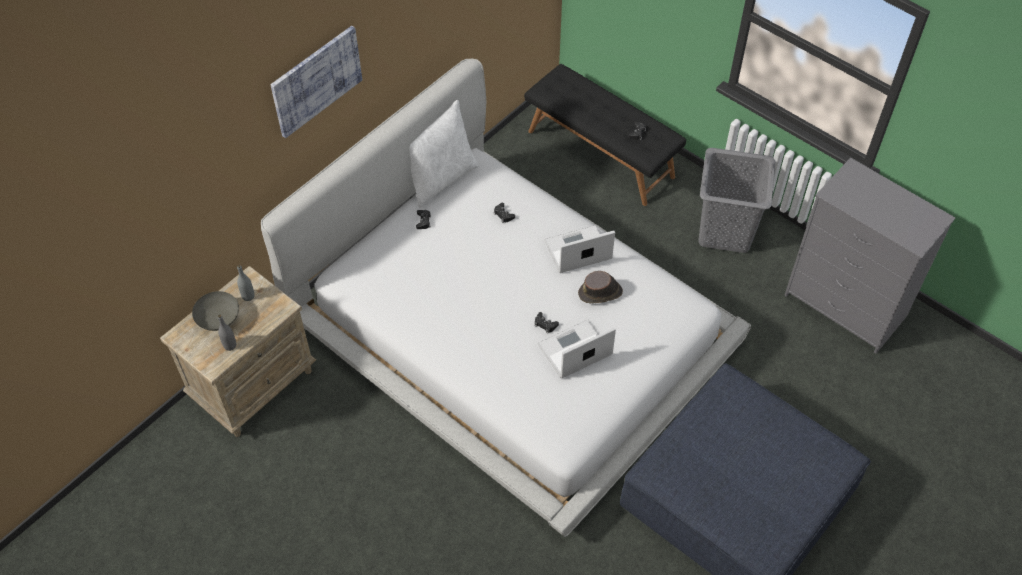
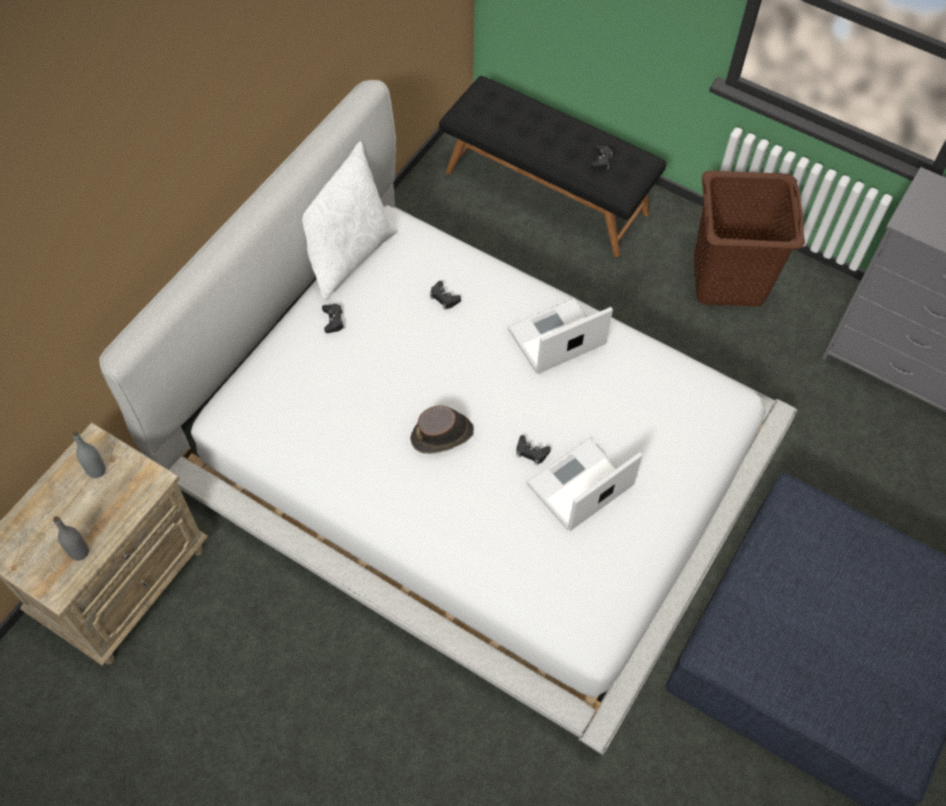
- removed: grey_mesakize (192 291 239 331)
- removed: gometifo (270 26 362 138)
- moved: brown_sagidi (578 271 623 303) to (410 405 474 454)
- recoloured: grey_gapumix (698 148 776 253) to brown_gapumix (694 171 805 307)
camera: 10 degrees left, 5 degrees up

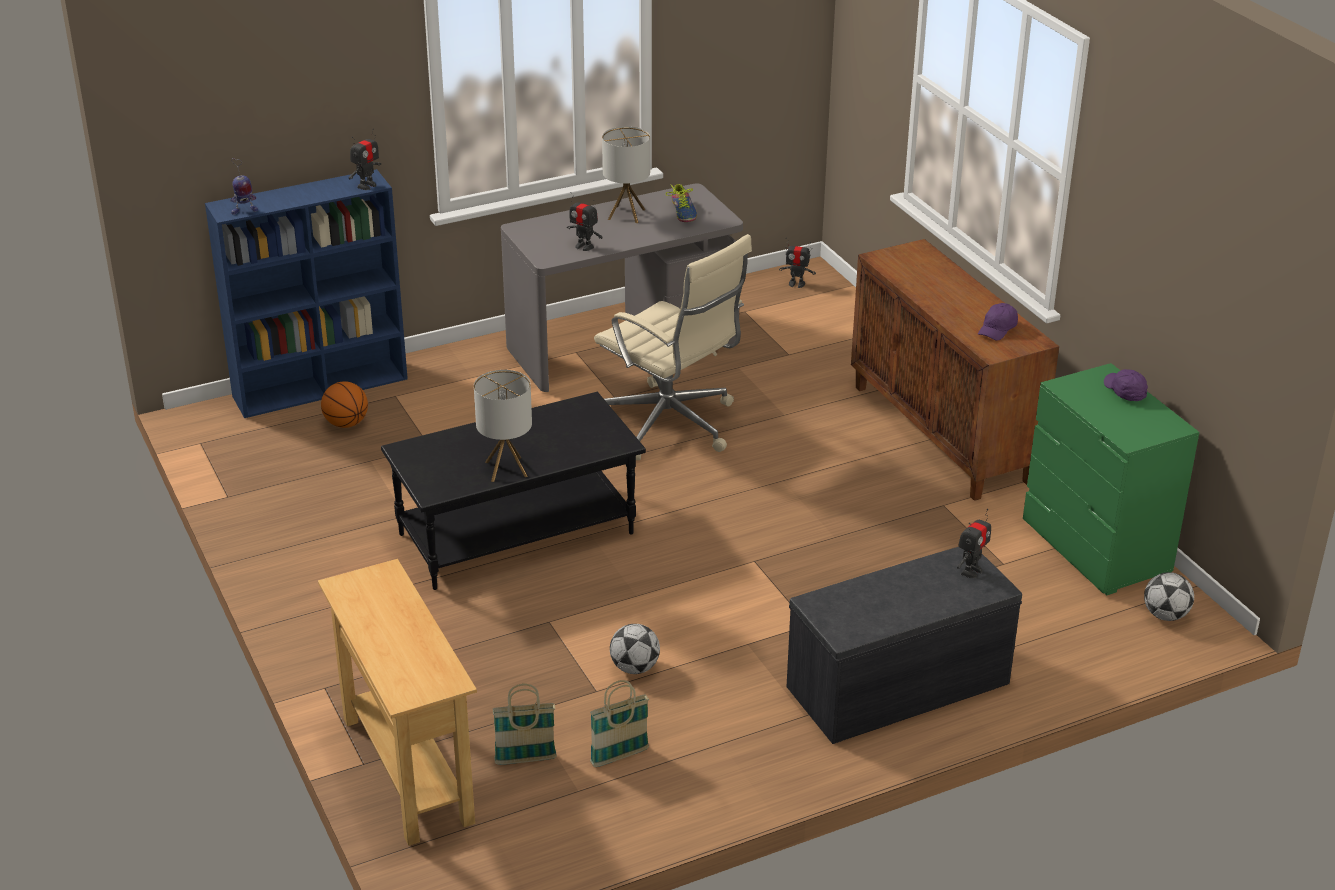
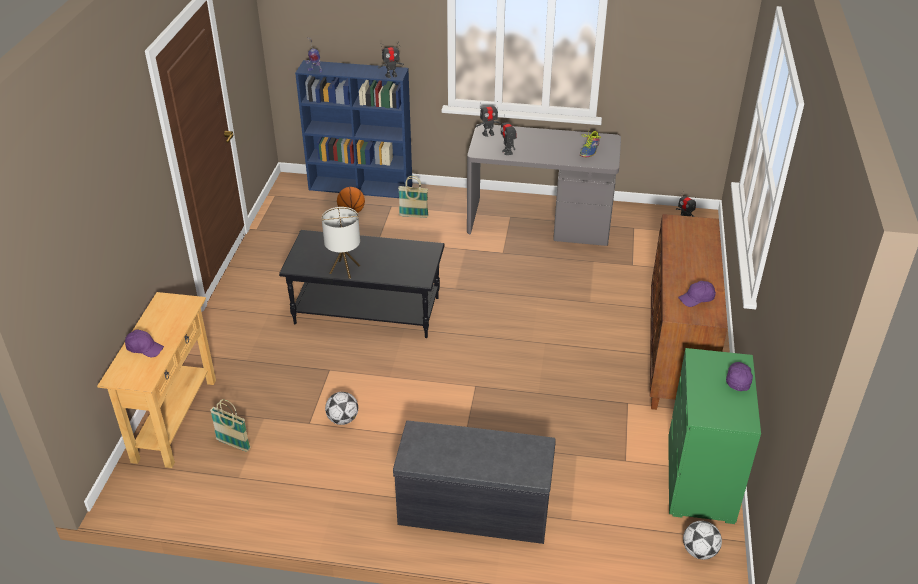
- moved: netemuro (590 680 649 767) to (398 176 429 218)
- removed: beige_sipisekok (594 234 752 460)
- removed: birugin (602 126 650 223)
- moved: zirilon (957 509 991 578) to (475 101 501 137)
- added: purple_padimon (125 329 164 357)
camera: 35 degrees right, 5 degrees up

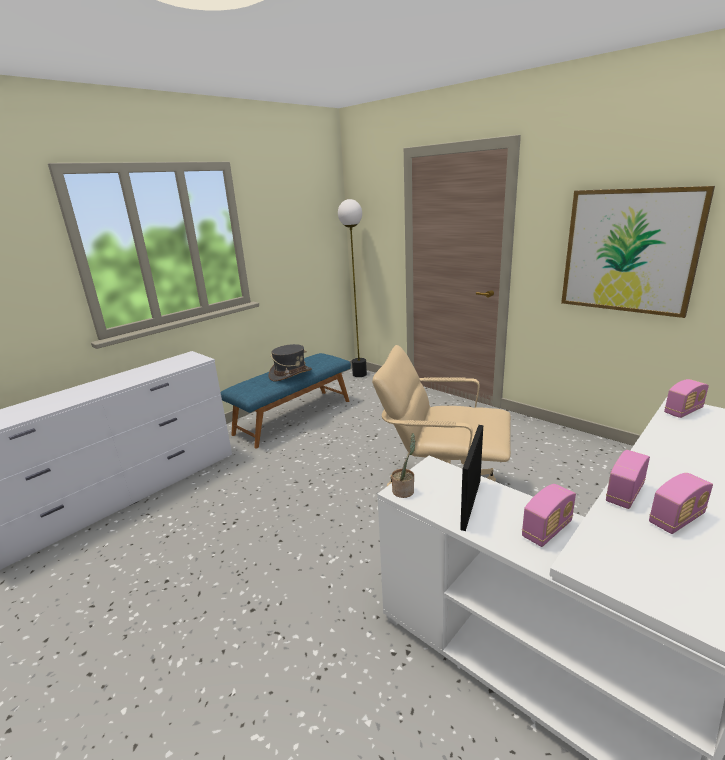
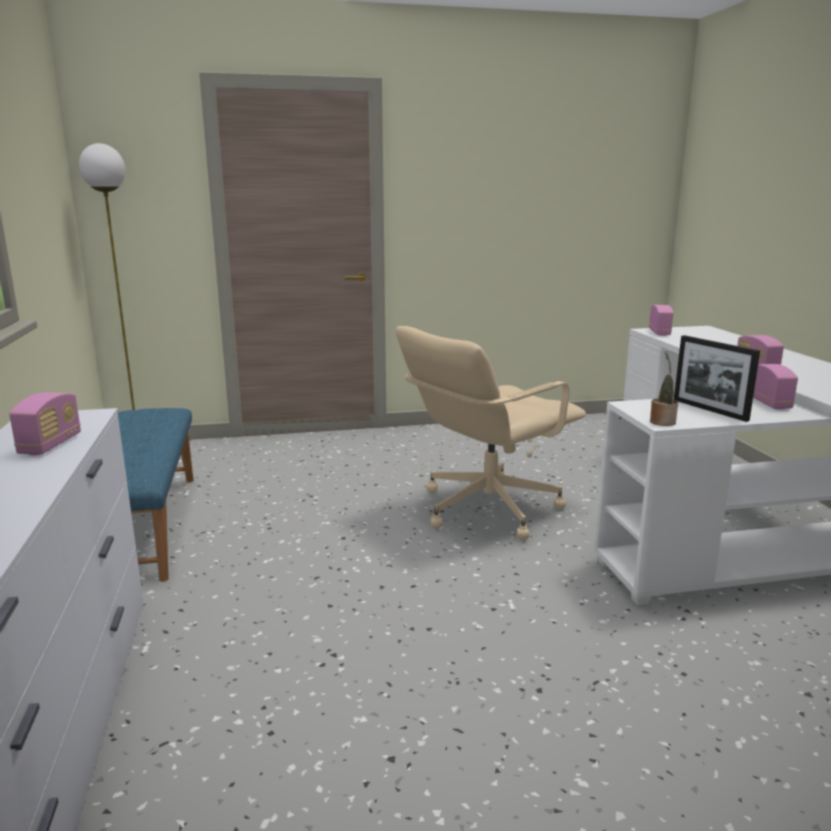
- removed: grey_sagidi (268 344 312 382)
- removed: gometifo (561 186 715 318)
- moved: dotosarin (649 473 713 534) to (9 392 81 455)
camera: 55 degrees left, 5 degrees down

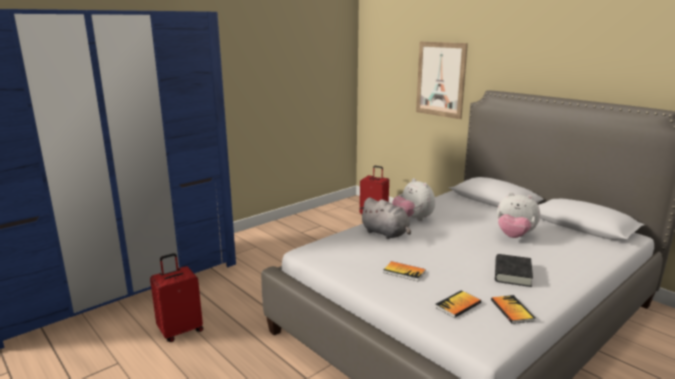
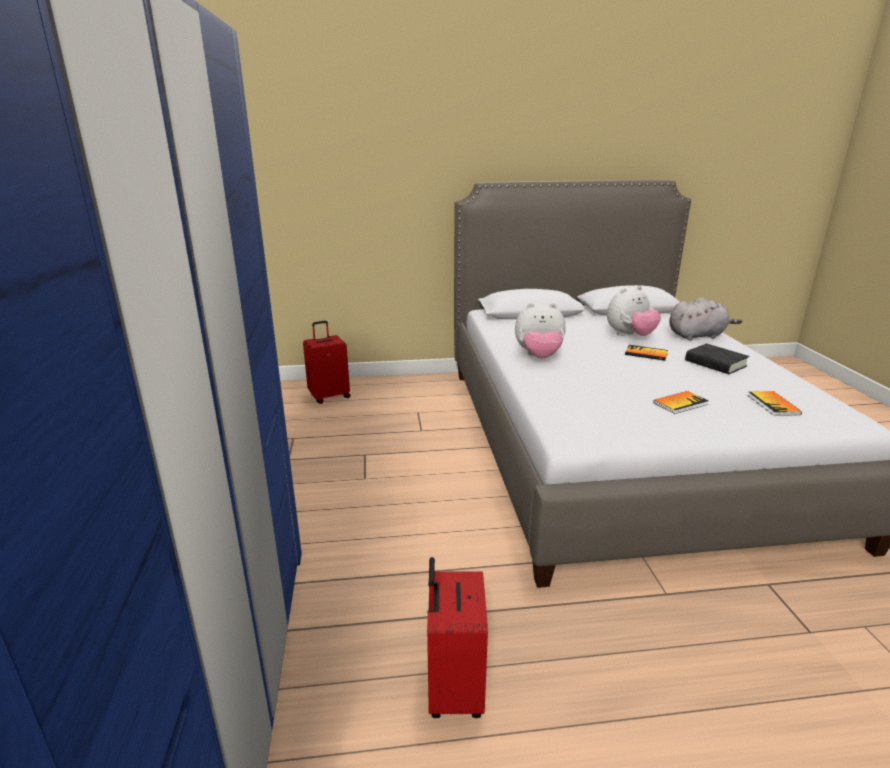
- moved: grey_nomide (359 198 411 239) to (669 298 742 341)
- removed: gometifo (416 42 468 119)
- moved: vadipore (491 295 536 324) to (625 345 668 361)
camera: 55 degrees left, 5 degrees up

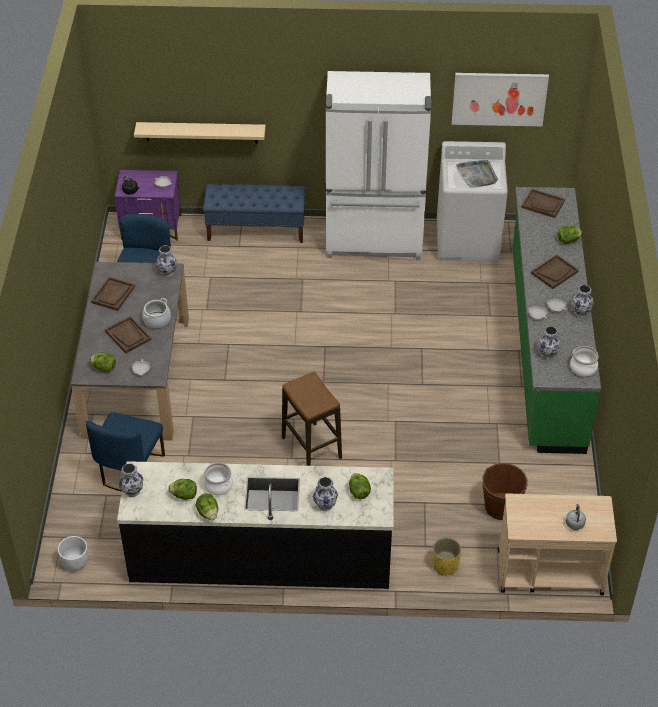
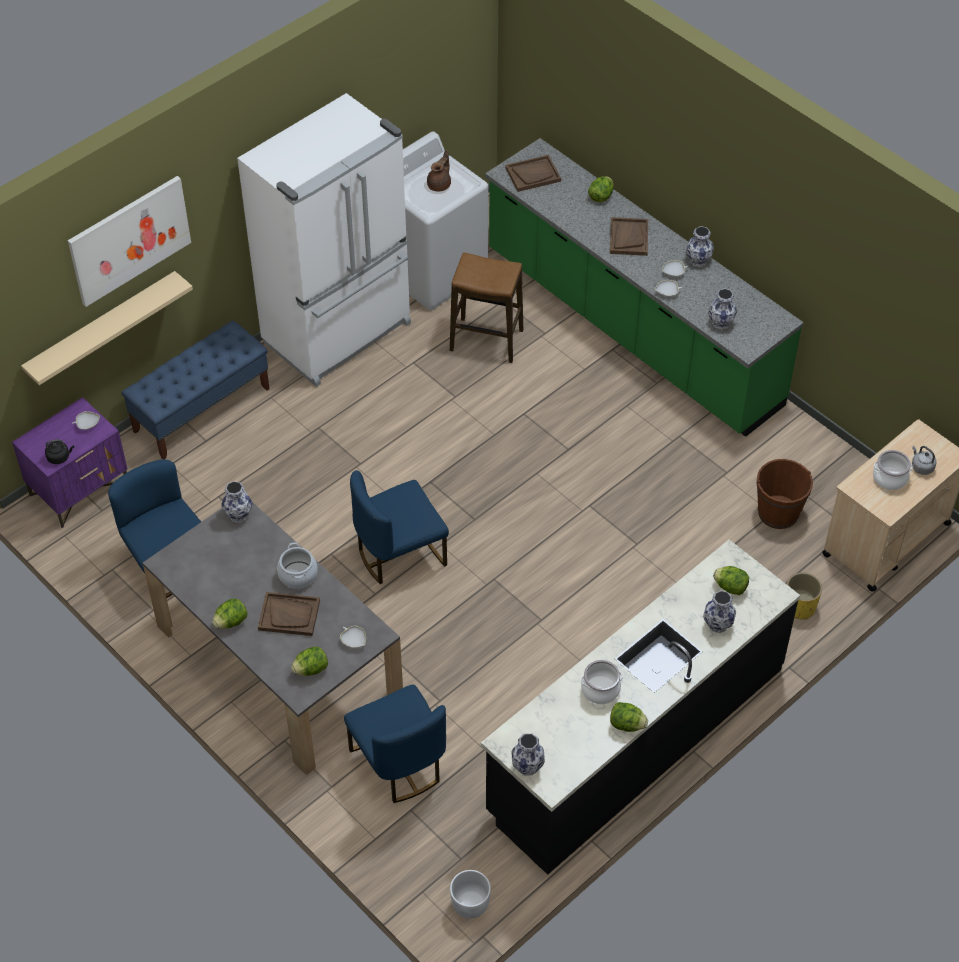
- removed: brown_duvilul (91 277 135 311)
- moved: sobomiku (168 479 197 500) to (212 599 247 629)
- moved: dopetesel (282 372 342 466) to (450 252 523 363)
- moved: gometifo (452 73 549 126) to (68 176 191 307)
- replaced: grey_duvilul (456 160 498 188) to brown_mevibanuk (427 150 451 192)
- moved: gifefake (570 346 599 377) to (873 450 913 490)
- added: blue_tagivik (350 470 449 584)
camera: 45 degrees left, 5 degrees up

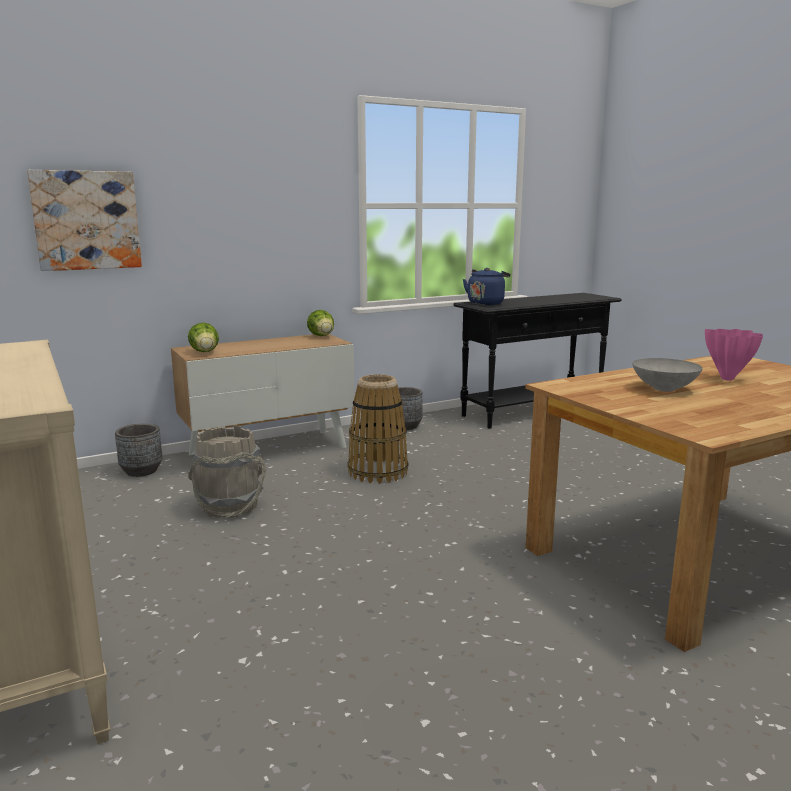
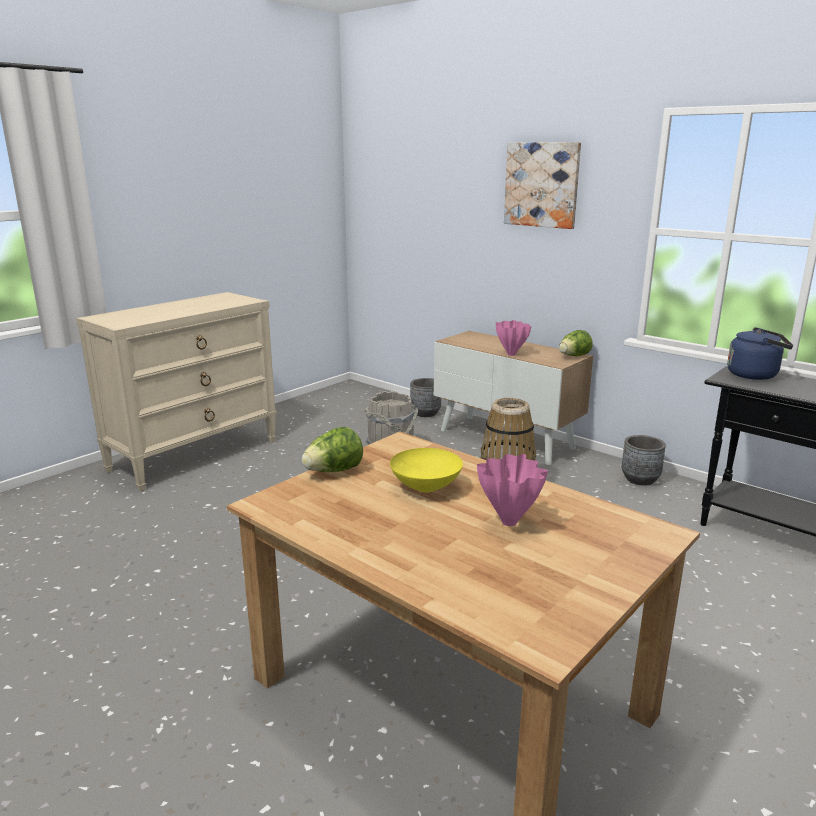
- moved: gometifo (27 170 142 271) to (504 142 581 229)
- moved: sobomiku (188 322 219 352) to (302 427 363 472)
- recoloured: grey_mesakize (632 358 703 392) to yellow_mesakize (390 448 463 492)
- added: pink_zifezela (496 320 531 356)
camera: 70 degrees right, 5 degrees up

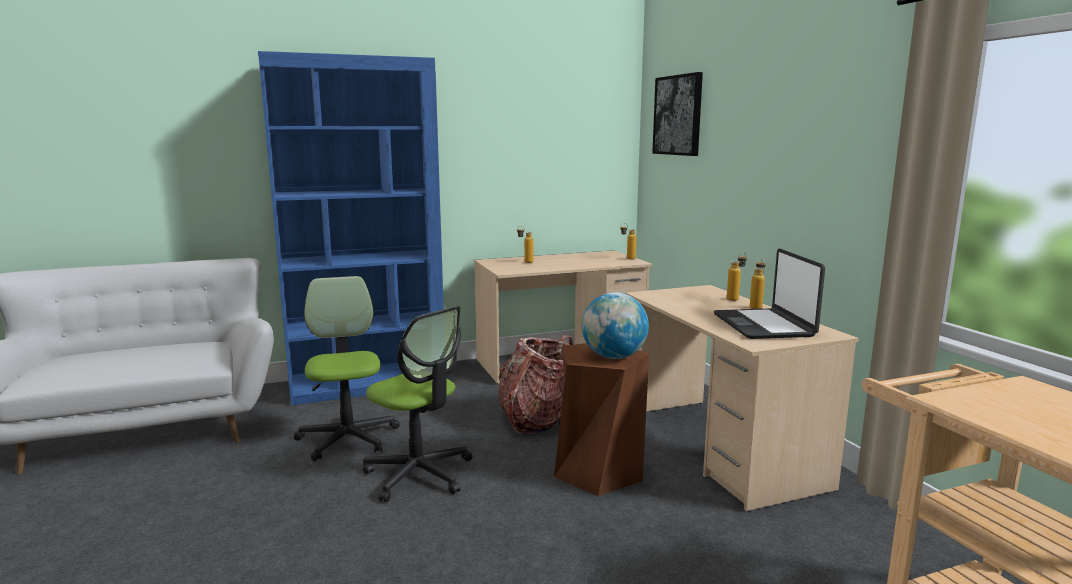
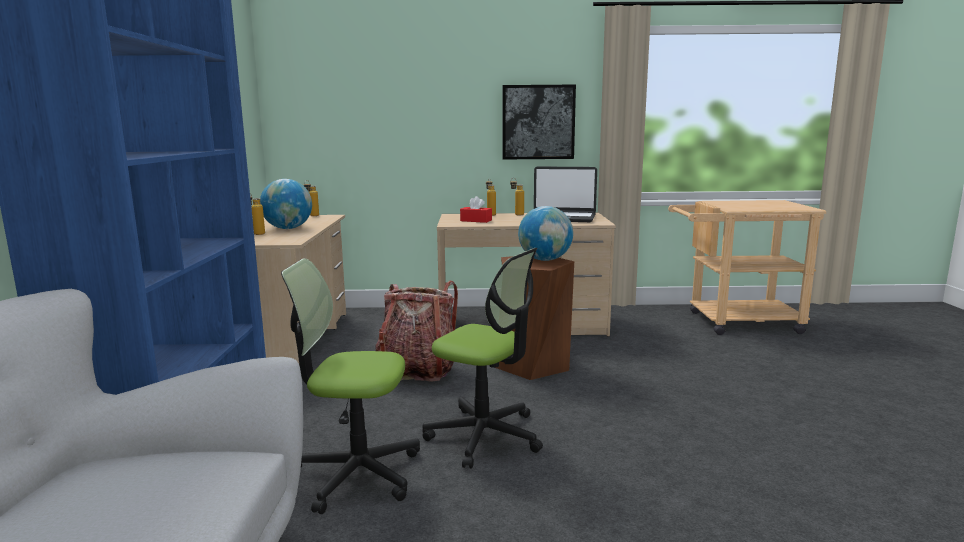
- turned: sipisekok (363 306 472 502) = (422 248 543 469) 60 degrees clockwise
- moved: gometifo (652 72 703 156) to (503 85 576 159)
- added: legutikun (260 179 312 229)
- added: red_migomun (460 196 492 223)
camera: 70 degrees left, 0 degrees up

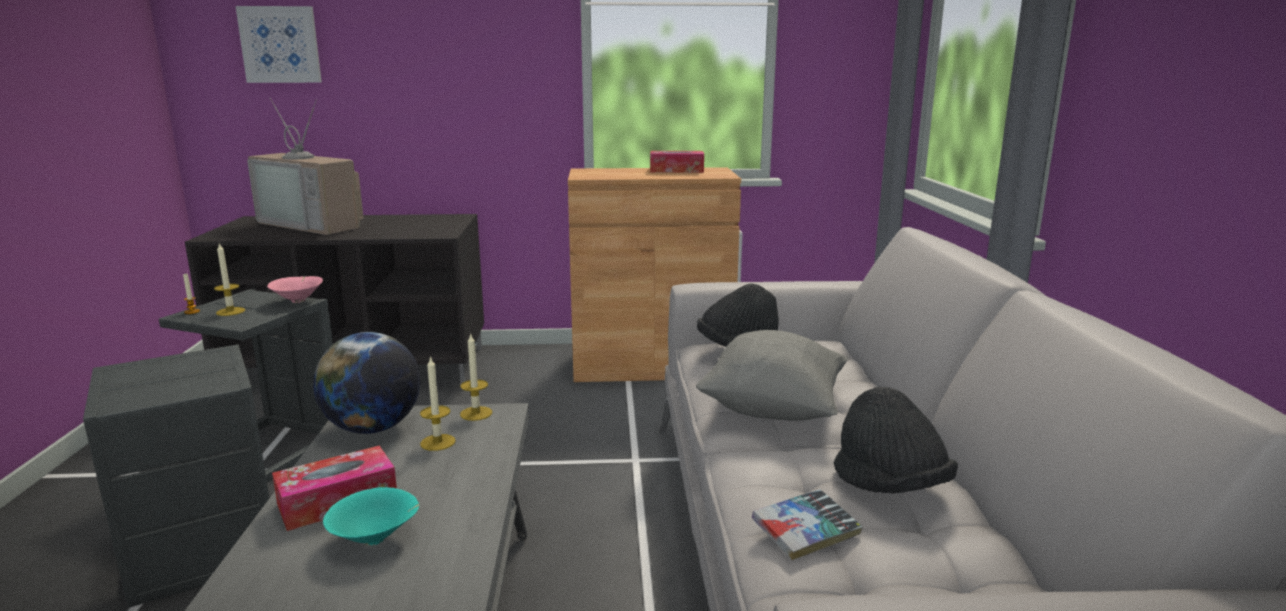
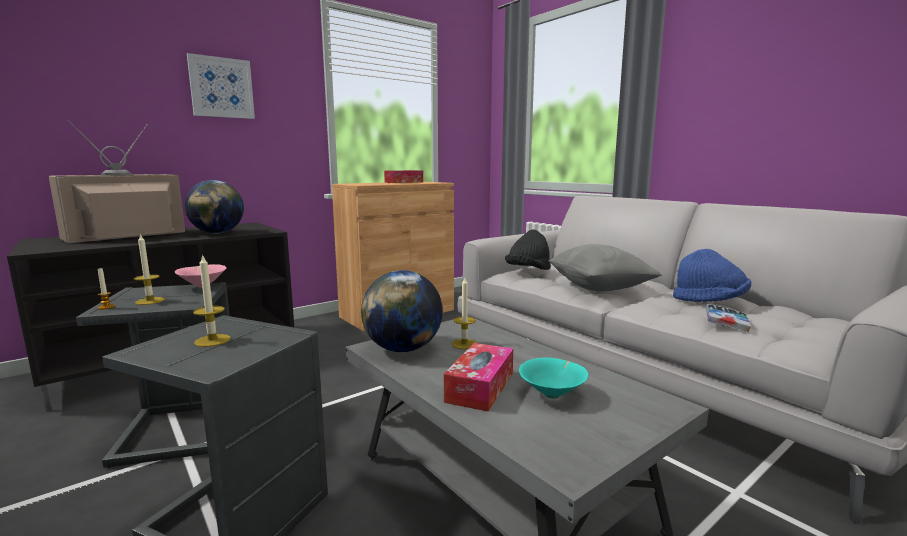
- moved: gometifo (235 6 322 83) to (187 53 255 119)
- turned: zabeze (247 98 364 235) = (49 120 185 243) 135 degrees clockwise
- moved: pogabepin (460 333 492 421) to (193 254 231 347)
- recoloured: black_sagidi (834 387 958 493) to blue_sagidi (673 249 751 302)
- added: legutikun (184 180 244 234)
camera: 35 degrees left, 5 degrees down

